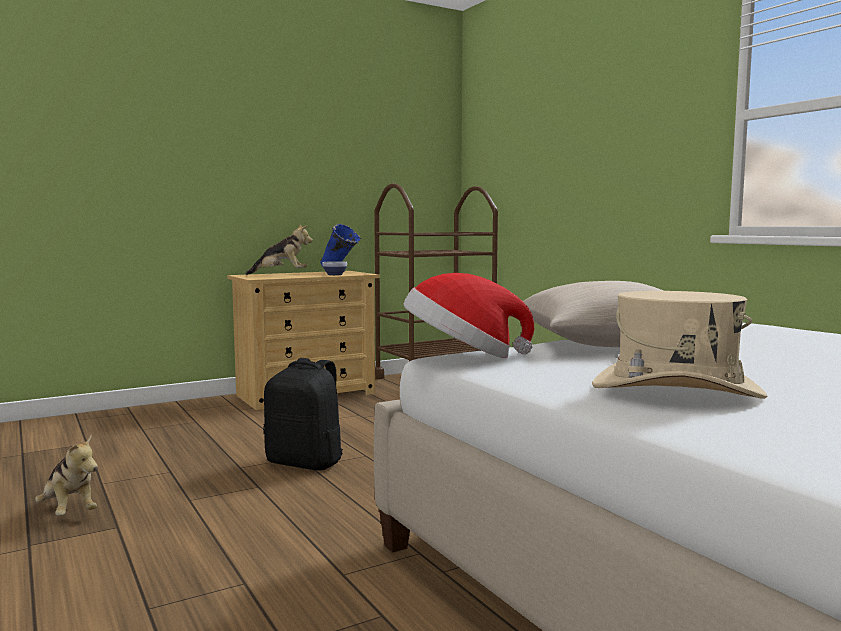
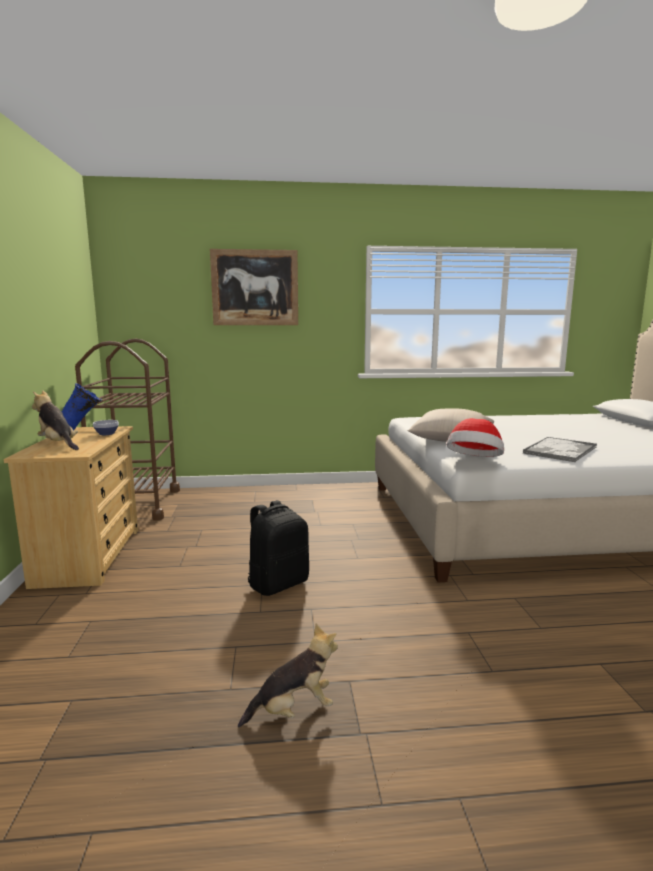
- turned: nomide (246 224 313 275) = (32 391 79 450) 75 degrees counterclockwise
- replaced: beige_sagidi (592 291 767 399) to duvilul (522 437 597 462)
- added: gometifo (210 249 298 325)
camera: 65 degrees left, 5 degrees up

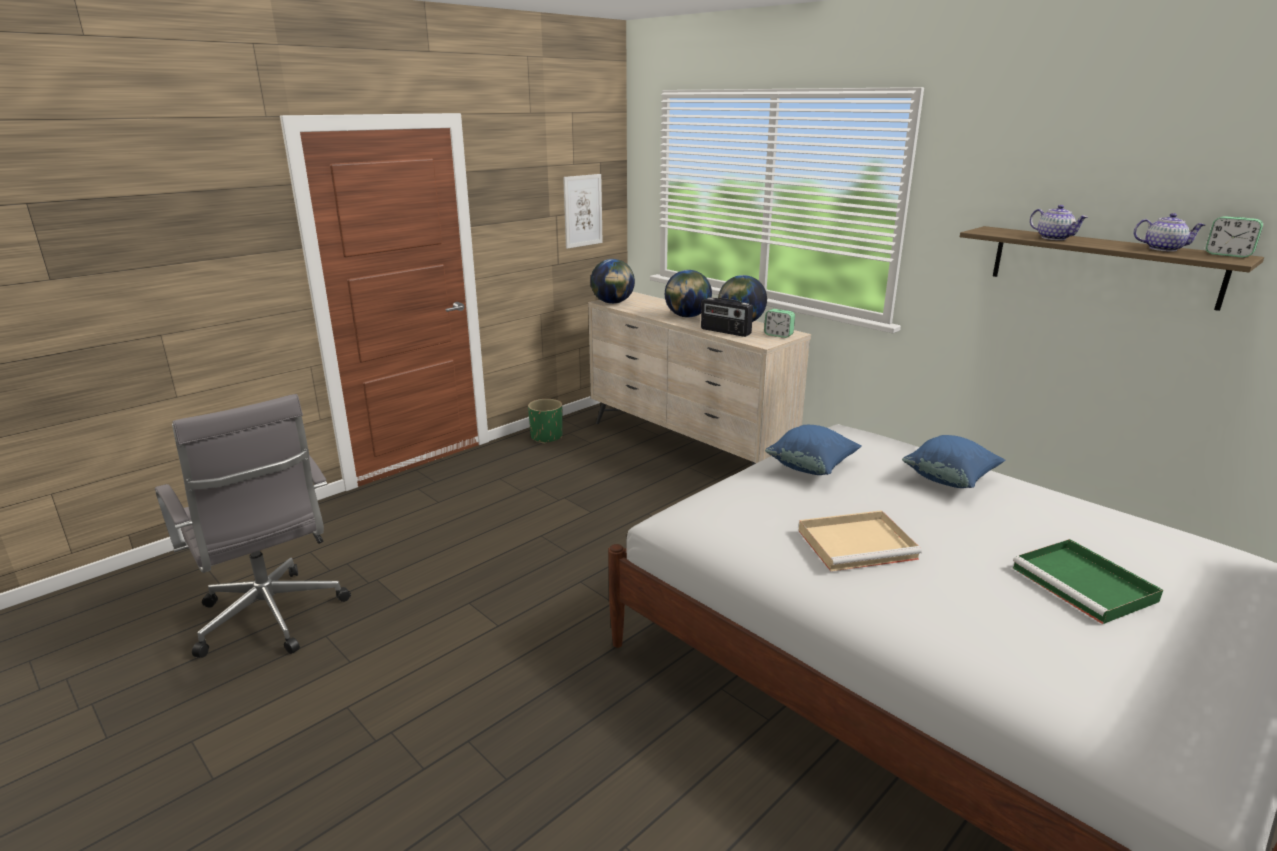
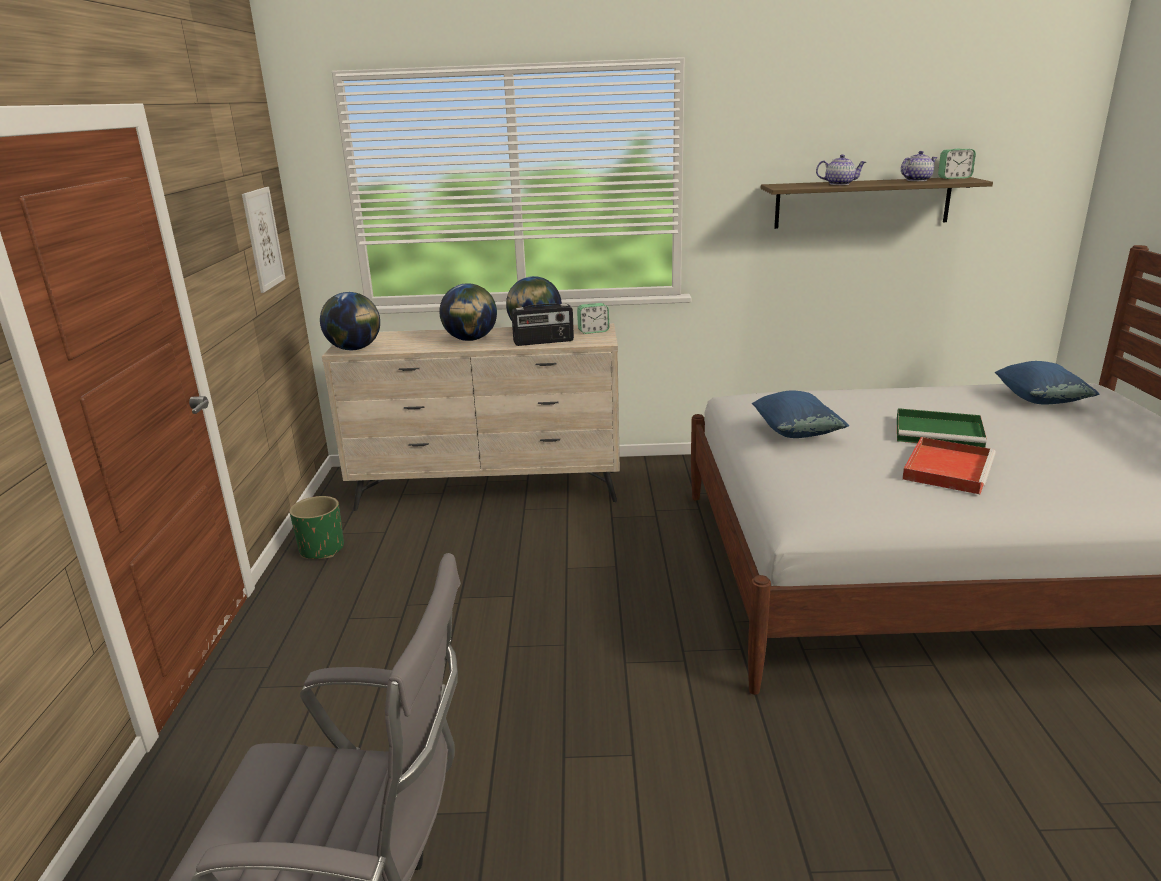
- recoloured: beige_duvilul (799 510 921 571) to red_duvilul (902 437 996 494)
- moved: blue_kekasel (902 435 1005 488) to (995 361 1099 404)
- moved: green_duvilul (1013 539 1163 624) to (897 408 987 448)
camera: 45 degrees left, 0 degrees up

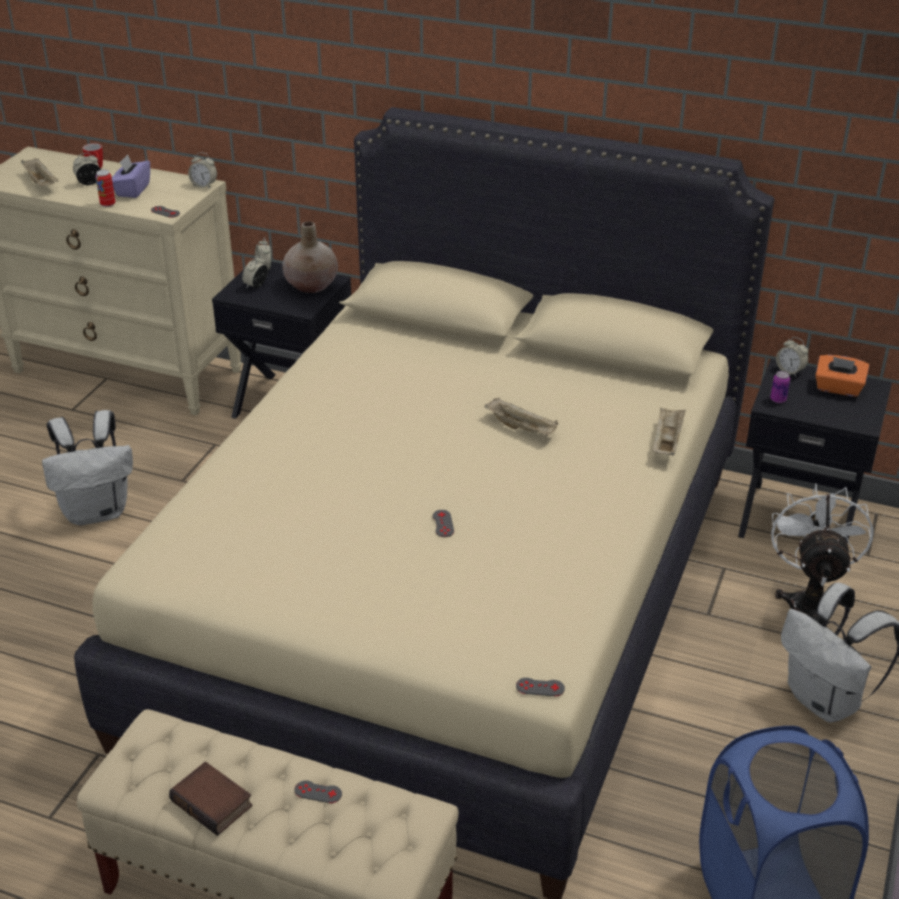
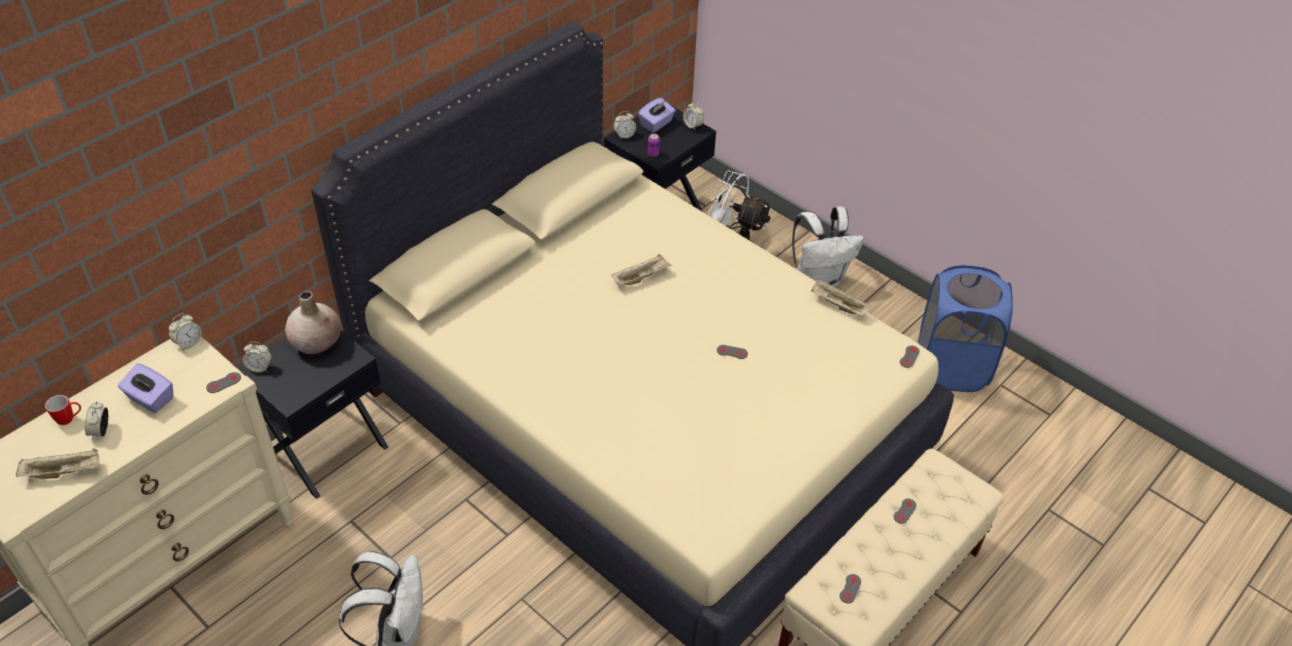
- removed: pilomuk (96 169 115 207)
- removed: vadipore (169 762 252 836)
- moved: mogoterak (242 255 268 288) to (683 101 704 130)
- moved: beige_duvilul (652 408 686 456) to (811 279 871 316)
- recoloured: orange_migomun (815 355 869 397) to purple_migomun (638 98 676 133)
- added: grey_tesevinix (840 574 861 603)
camera: 70 degrees left, 10 degrees up

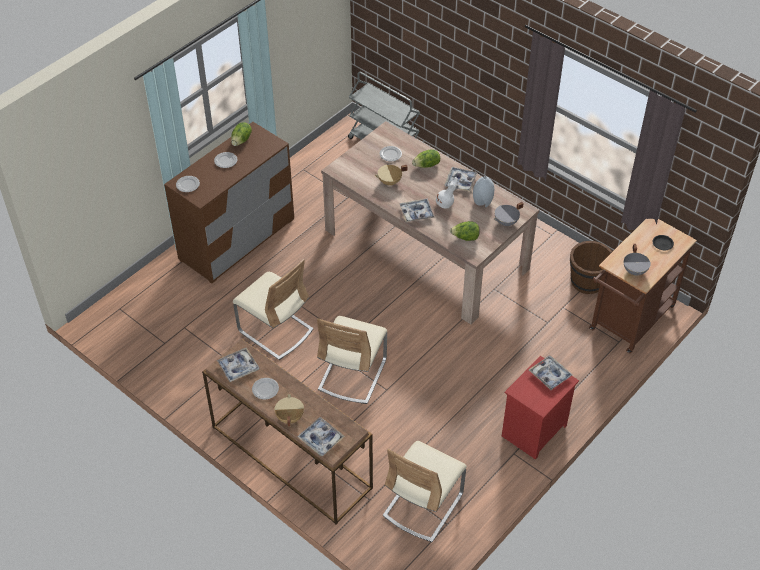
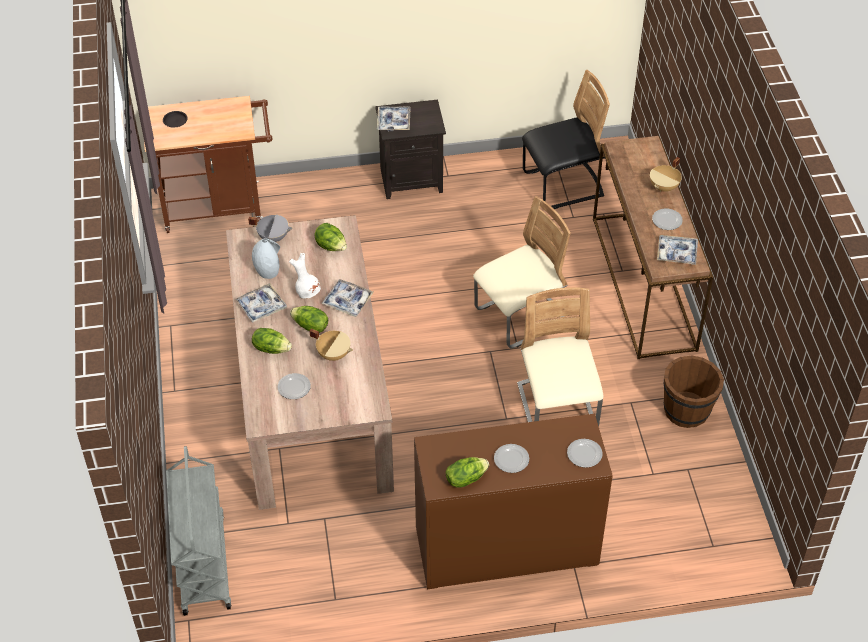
- removed: duvilul (297 417 345 456)
- recoloured: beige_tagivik (383 441 467 542) to black_tagivik (522 70 610 209)
- recoloured: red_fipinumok (502 356 579 460) to black_fipinumok (375 100 446 199)
- moved: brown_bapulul (570 241 612 294) to (663 356 724 428)
- removed: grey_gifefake (624 244 651 276)
- added: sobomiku (290 306 328 333)
camera: 140 degrees left, 0 degrees up

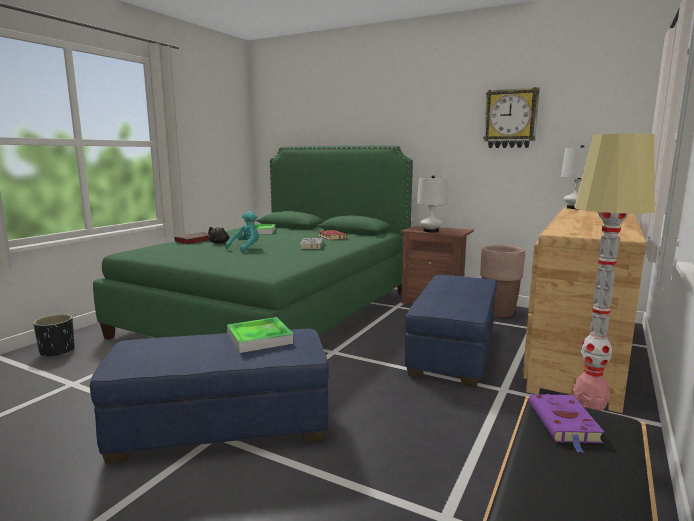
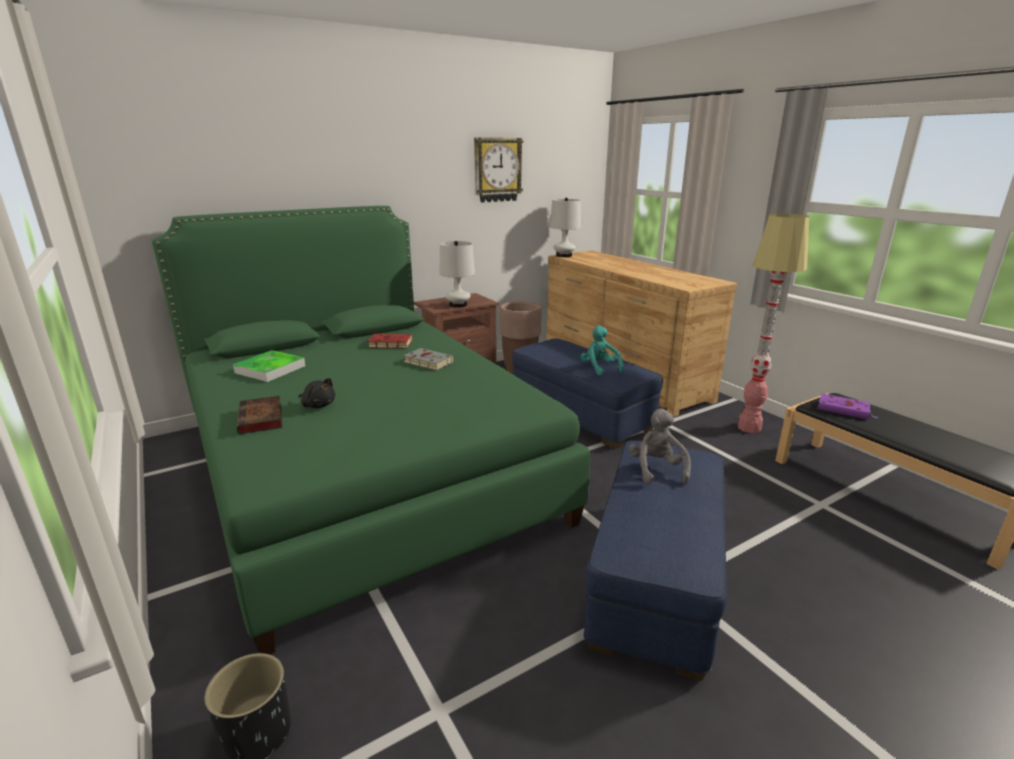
- moved: turquoise_nomide (225 211 259 253) to (581 326 624 376)
- replaced: duvilul (227 317 293 353) to grey_nomide (629 409 691 484)
camera: 60 degrees left, 10 degrees up

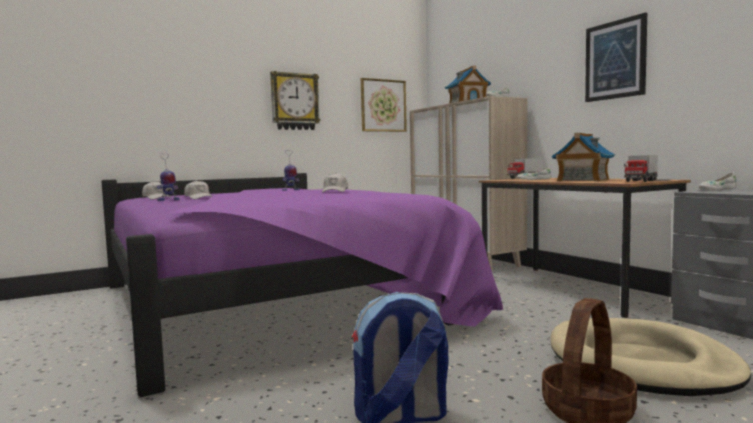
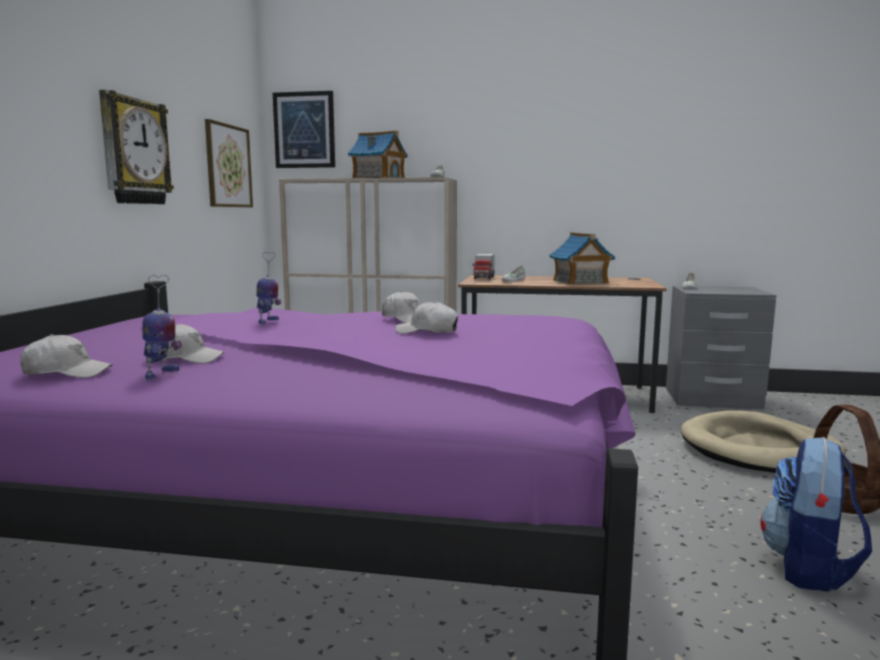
- moved: gometifo (585 13 647 102) to (273 91 335 168)
- removed: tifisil (624 155 658 182)
- added: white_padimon (395 301 458 334)
camera: 50 degrees left, 5 degrees up

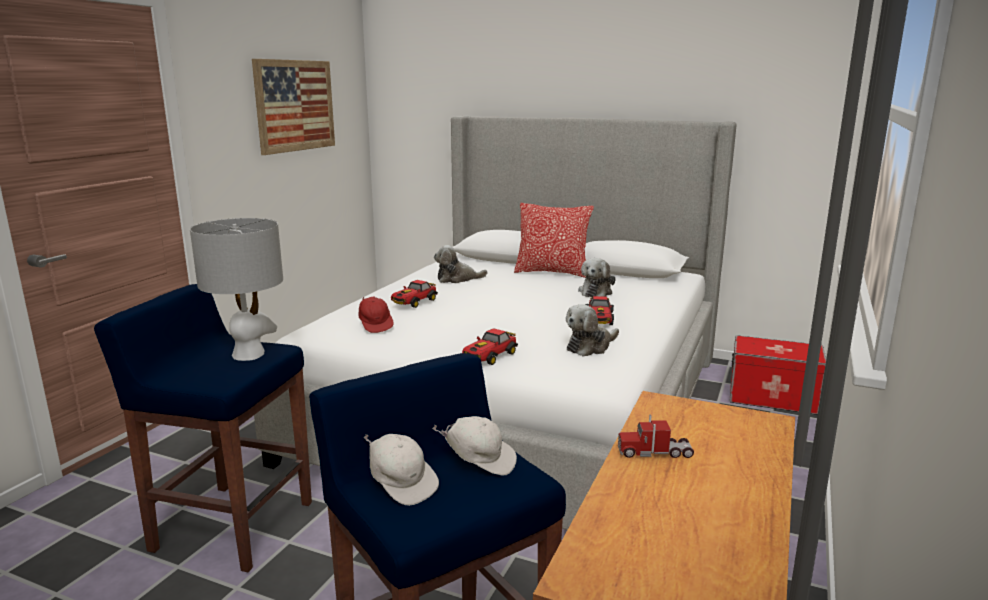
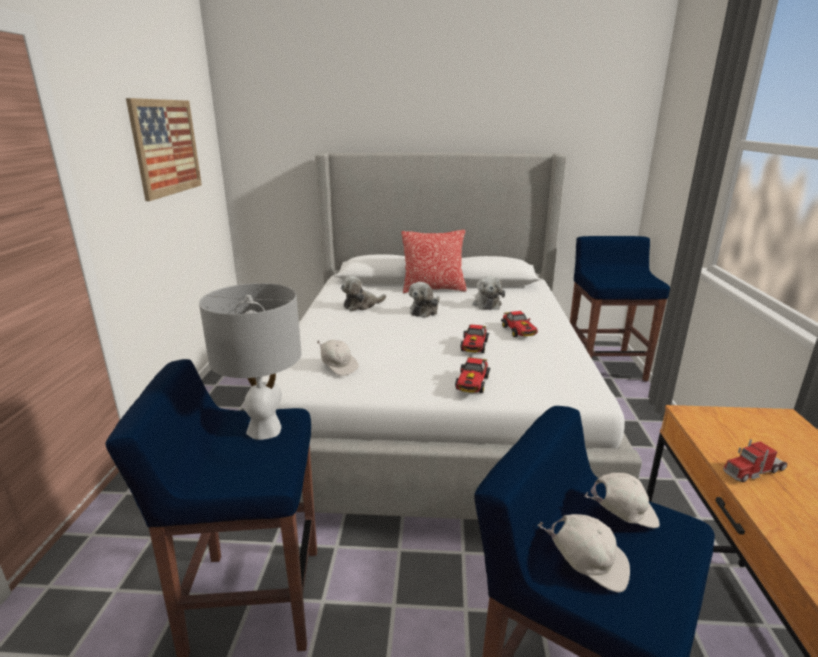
- recoloured: red_padimon (359 296 394 333) to white_padimon (317 340 359 376)
- moved: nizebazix (391 280 438 308) to (460 324 489 353)
- moved: nomide (566 304 619 357) to (409 282 440 318)
- replaced: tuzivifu (730 335 826 415) to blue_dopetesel (570 236 670 381)
camera: 20 degrees left, 5 degrees up

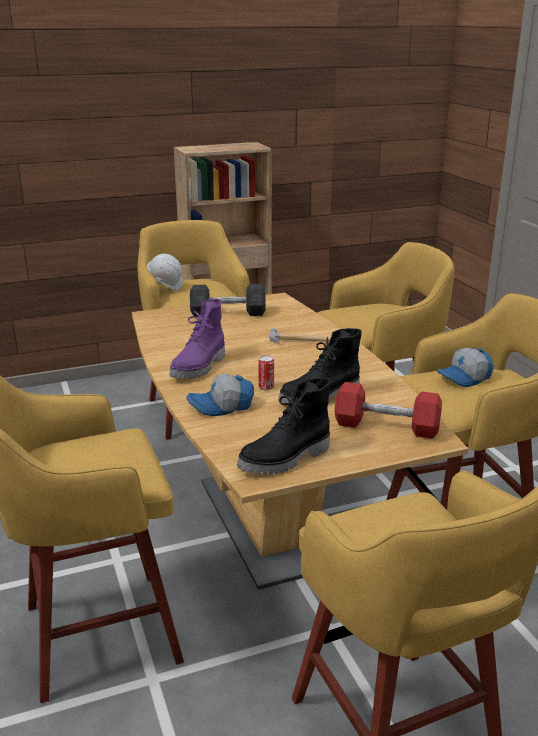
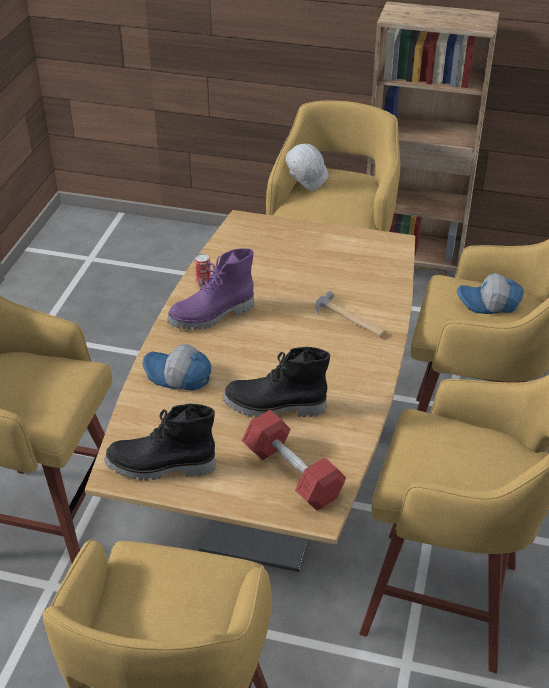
- removed: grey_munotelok (190 284 266 317)
- moved: pilomuk (258 355 274 390) to (194 253 211 287)
- moved: padimon (437 348 494 387) to (457 273 524 314)
camera: 35 degrees right, 15 degrees up

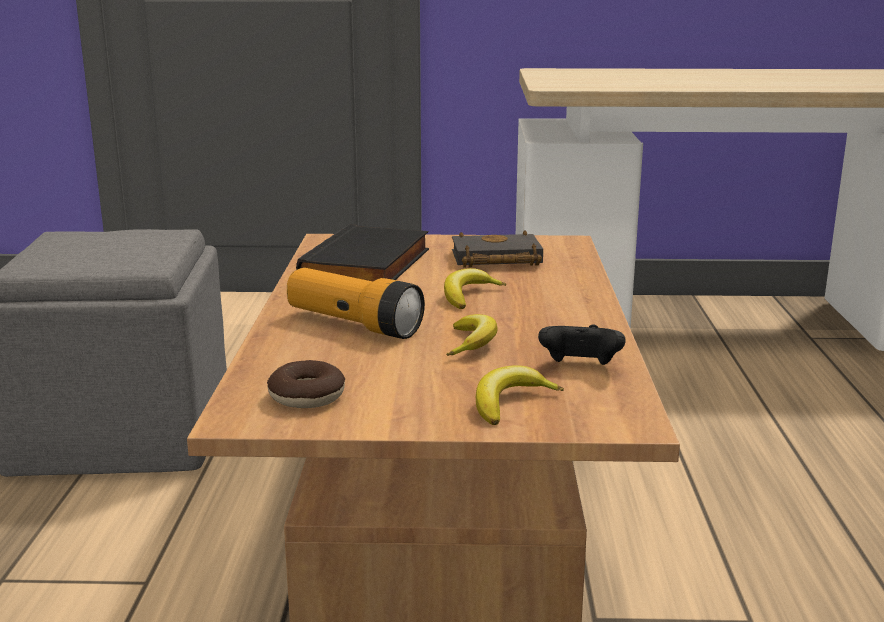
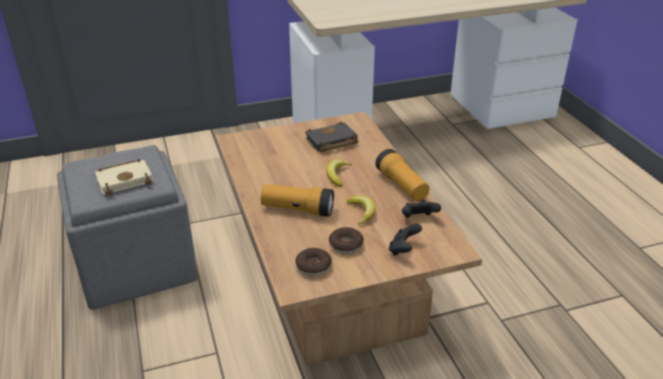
- removed: black_vadipore (296 224 429 281)
- replaced: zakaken (476 365 564 425) to black_tesevinix (389 224 422 256)
- added: beige_vadipore (95 159 153 195)
- added: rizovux (329 227 364 254)
- added: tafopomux (375 149 429 201)
camera: 20 degrees left, 15 degrees up

